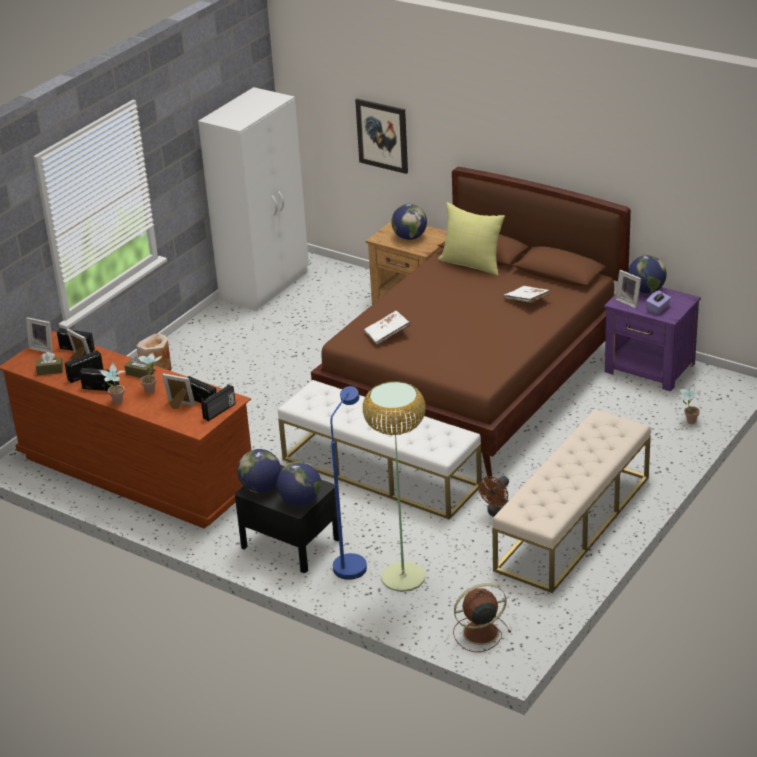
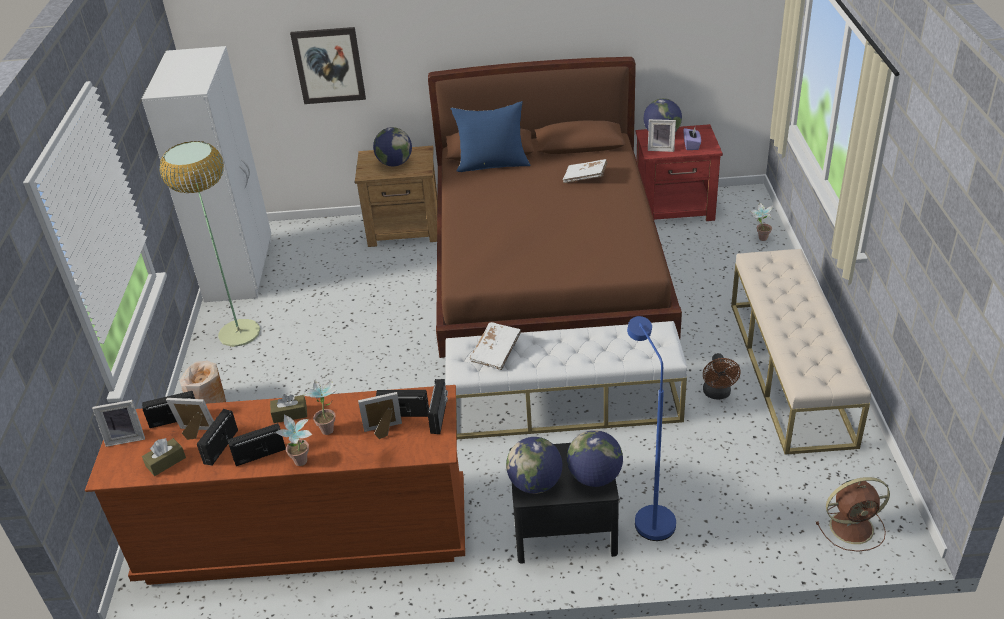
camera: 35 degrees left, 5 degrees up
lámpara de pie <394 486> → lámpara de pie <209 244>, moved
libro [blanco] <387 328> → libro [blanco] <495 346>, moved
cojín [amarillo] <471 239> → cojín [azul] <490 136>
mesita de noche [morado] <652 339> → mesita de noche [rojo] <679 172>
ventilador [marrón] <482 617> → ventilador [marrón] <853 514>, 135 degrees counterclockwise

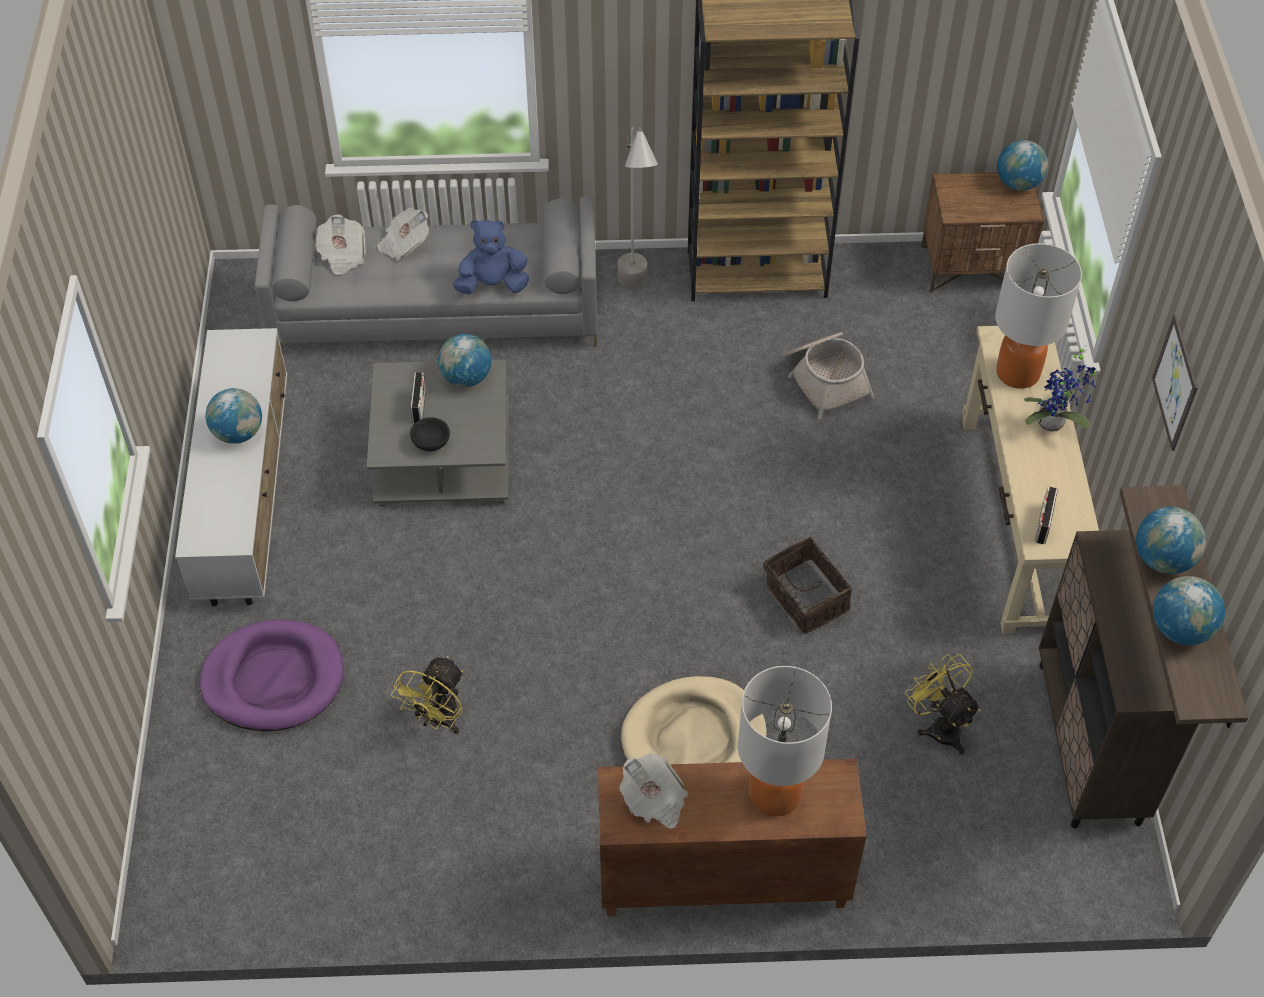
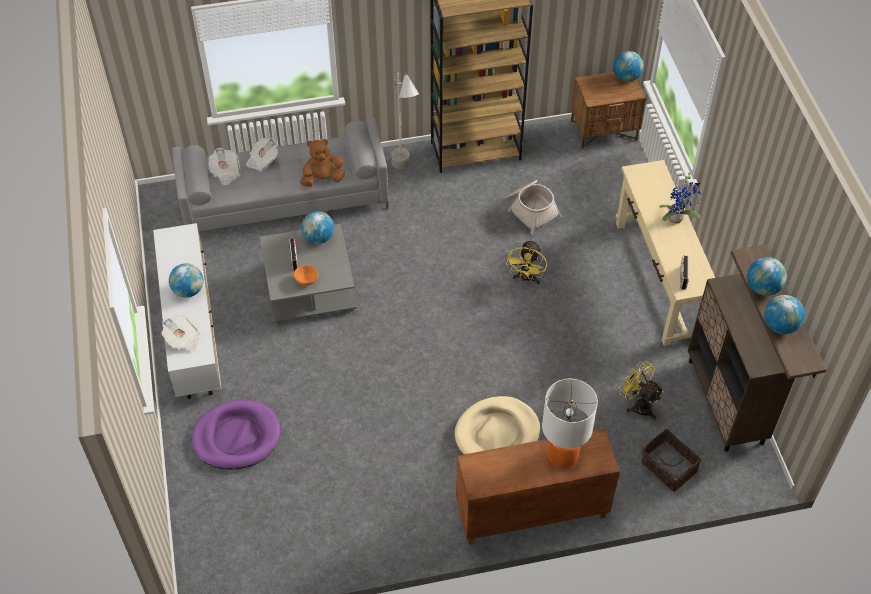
camera: 10 degrees left, 0 degrees up
lámpara de mesa <1038 316> → -
cuadro <1175 382> → -
ventilador [amarillo] <427 695> → ventilador [amarillo] <526 262>, moved
periódico <653 791> → periódico <181 333>, moved
cesta <807 585> → cesta <671 460>, moved
cuenco [negro] <430 434> → cuenco [naranja] <306 275>
peluche [azul] <491 257> → peluche [marrón] <322 163>

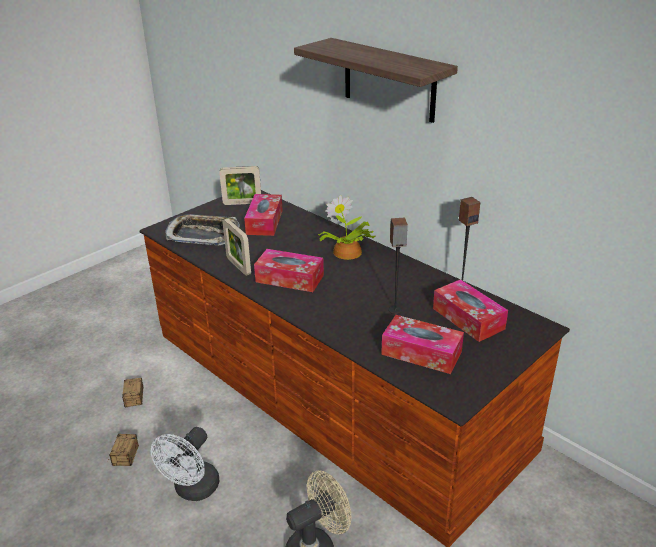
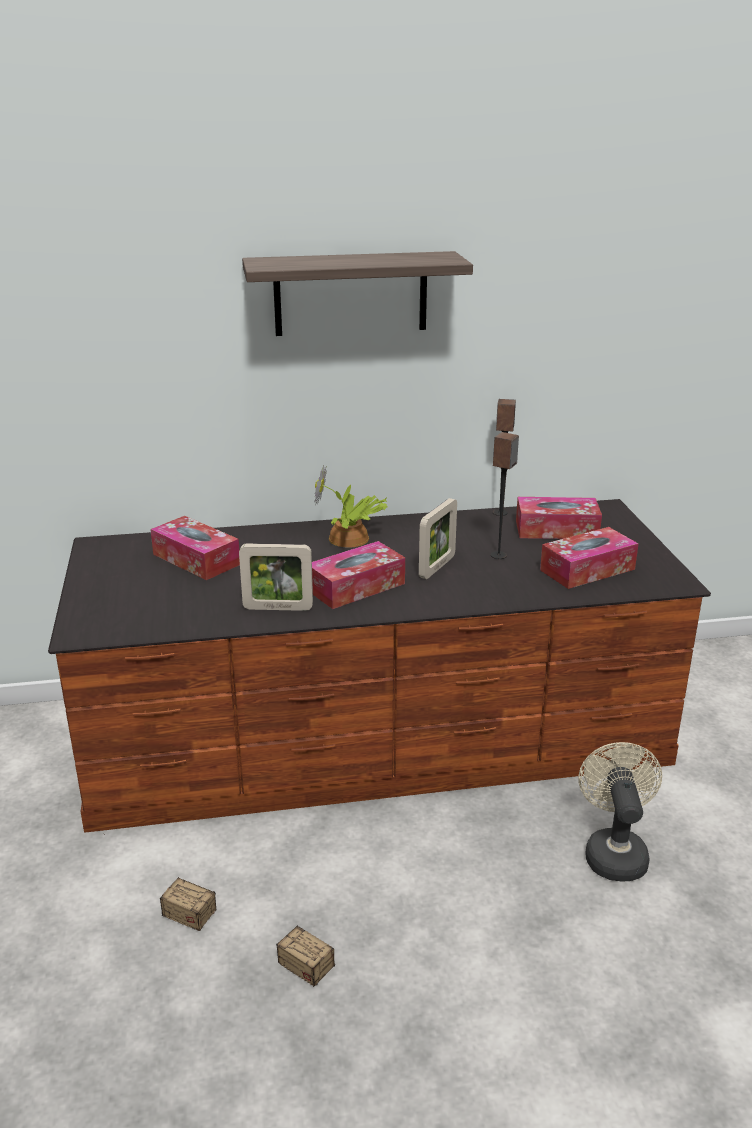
camera: 55 degrees left, 5 degrees down
ventilador [blanco] <185 464> → -
bandeja <202 229> → -
portarretratos <240 185> → portarretratos <438 538>, moved

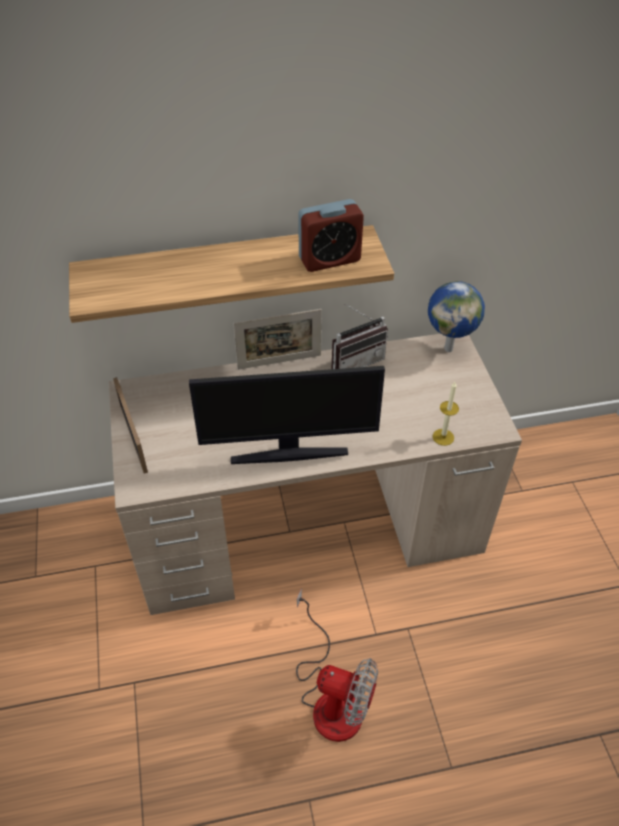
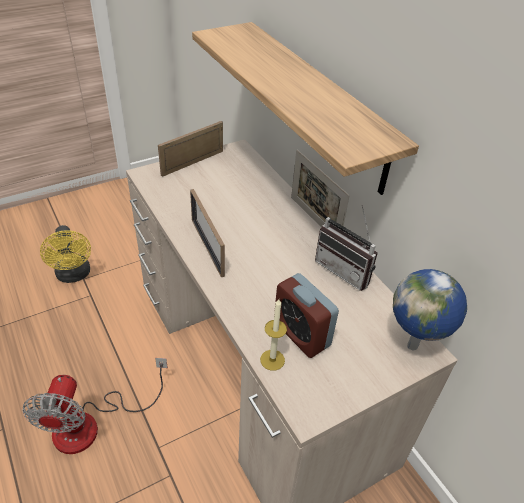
camera: 70 degrees right, 5 degrees down
- → ventilador [amarillo] <65 254>
despertador <331 235> → despertador <306 315>, moved
monitor <287 415> → portarretratos <207 233>

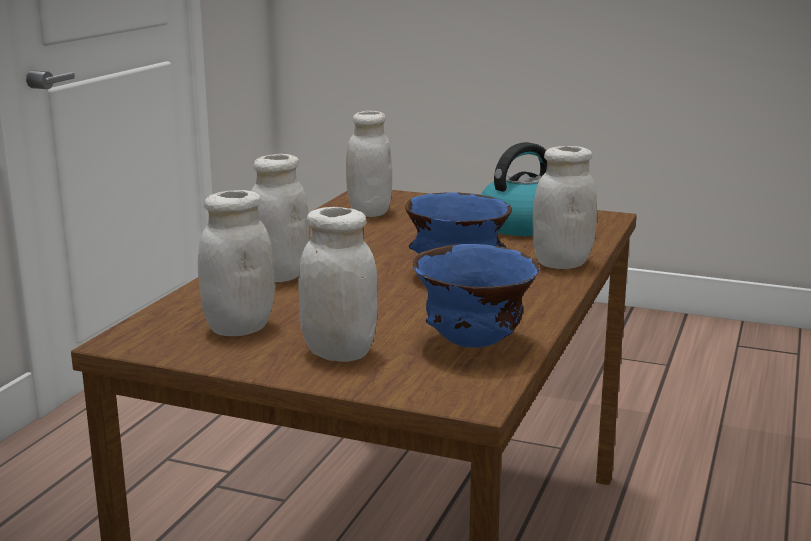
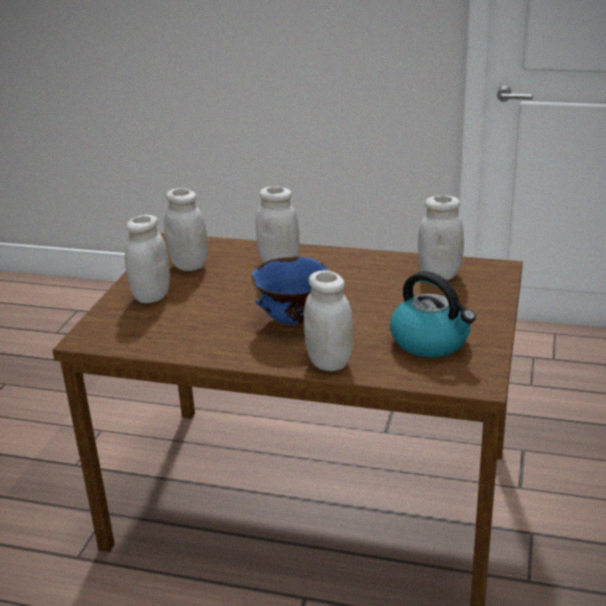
camera: 85 degrees right, 10 degrees up
cuenco [azul] <476 295> → -

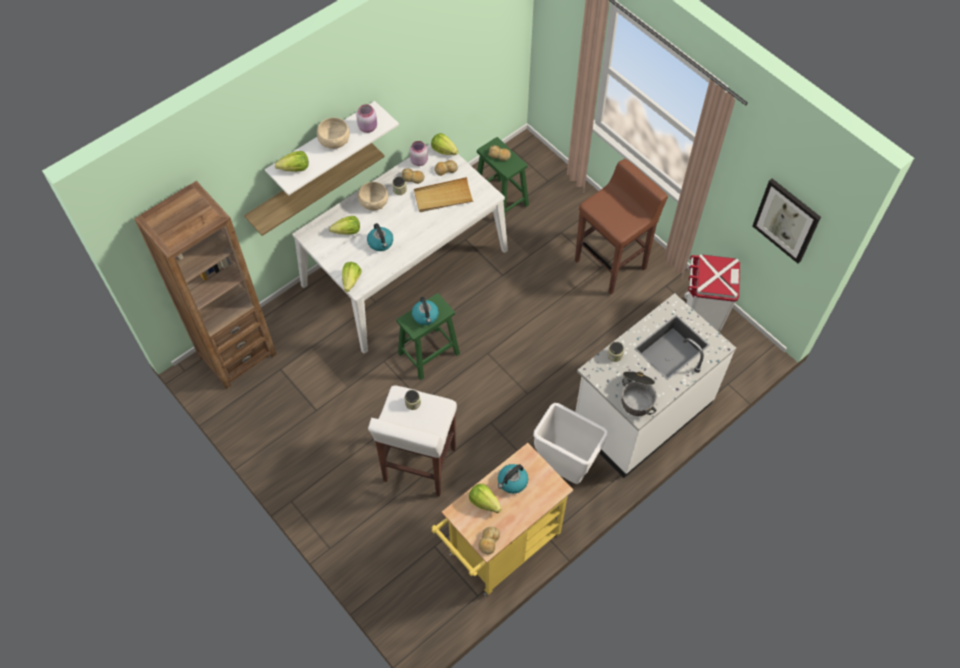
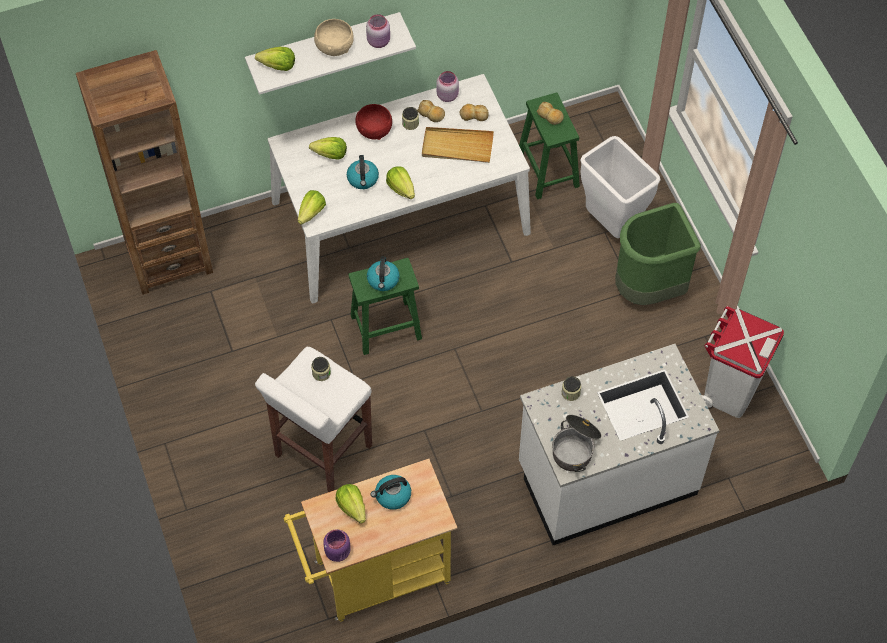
camera: 20 degrees right, 0 degrees up
estante <314 189> → -
cuadro <786 221> → -
lechuga <444 144> → lechuga <400 183>, moved
papelera [blanco] <570 443> → papelera [blanco] <620 187>, moved
pan <489 541> → tarro [morado] <337 545>
taburete [marrón] <621 227> → papelera [verde] <658 254>
cuenco [beis] <373 196> → cuenco [rojo] <374 122>

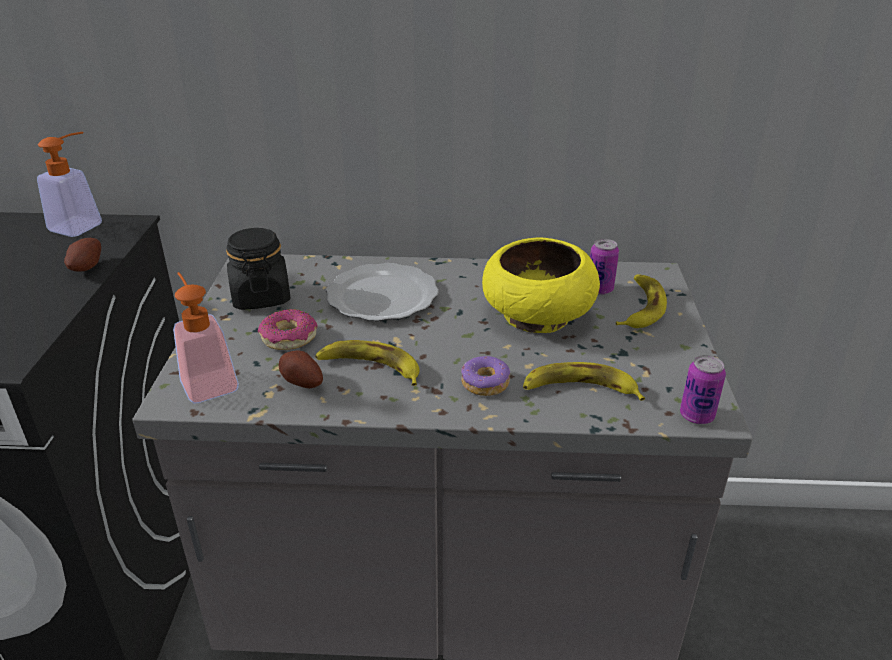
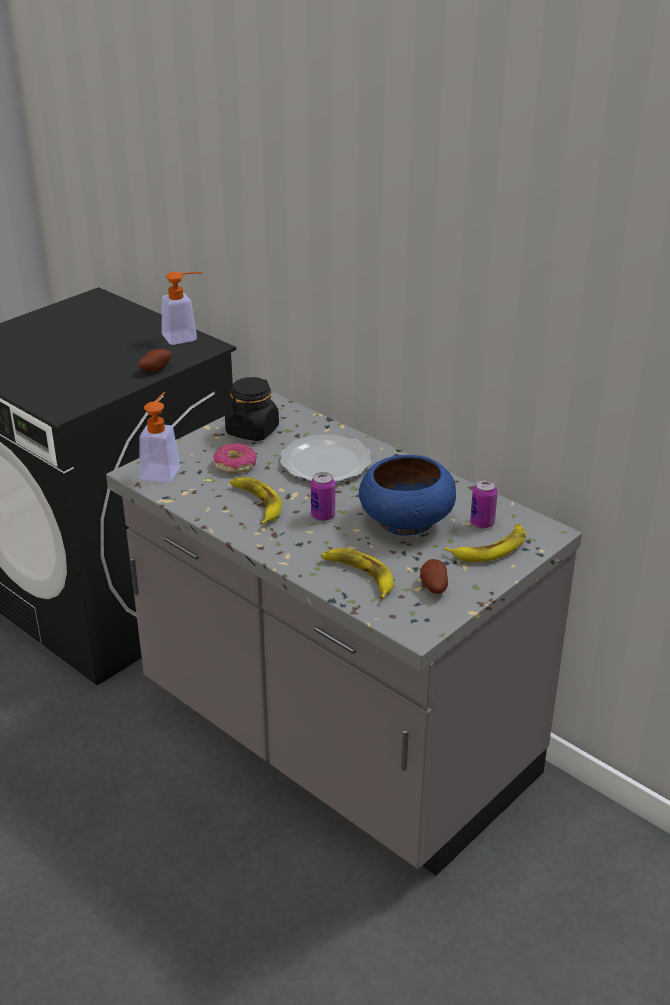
camera: 40 degrees right, 0 degrees up
rosquilla <485 376> → -
patata <301 369> → patata <434 576>, moved
lata <703 389> → lata <323 496>, moved
cuenco [amarillo] <541 285> → cuenco [azul] <407 495>

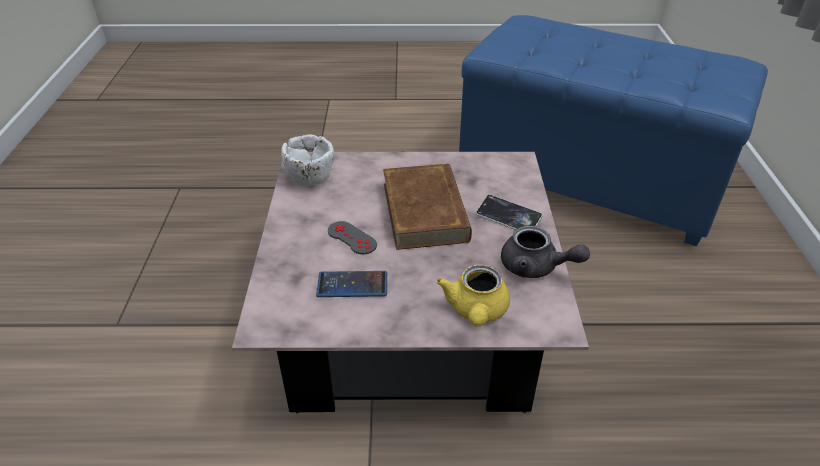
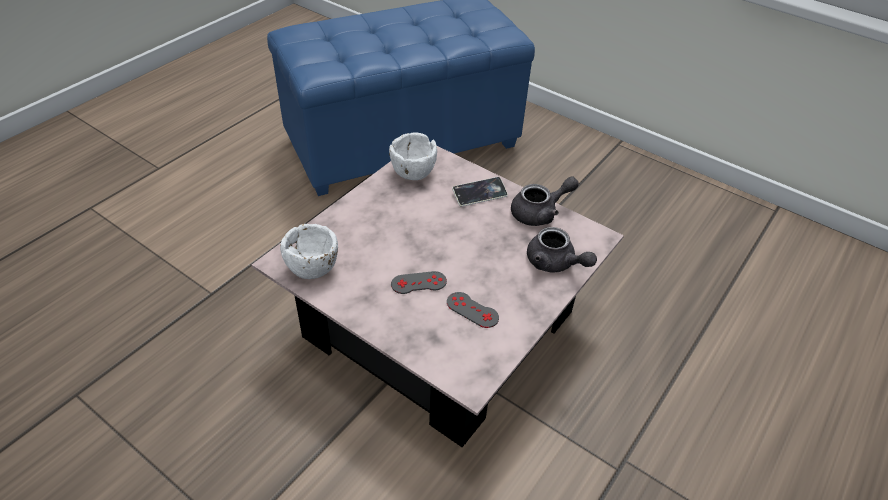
camera: 55 degrees left, 5 degrees up
libro [marrón] <427 206> → -
- → cuenco [blanco] <413 156>
móvil <351 284> → mando de consola [gris] <473 310>
tetera [amarillo] <473 296> → tetera [gris] <562 250>

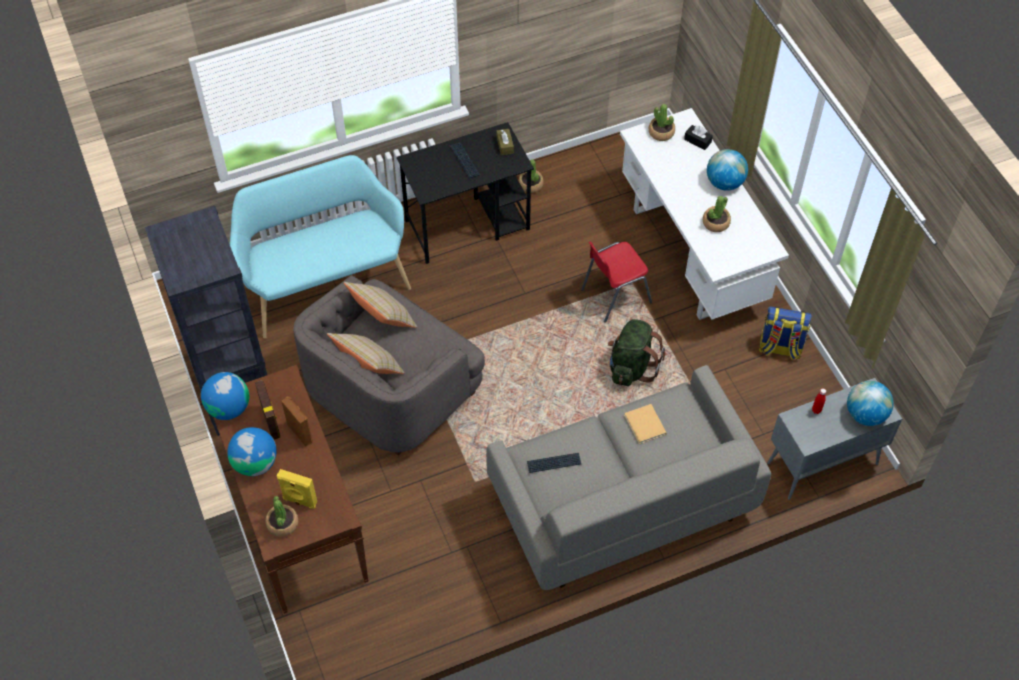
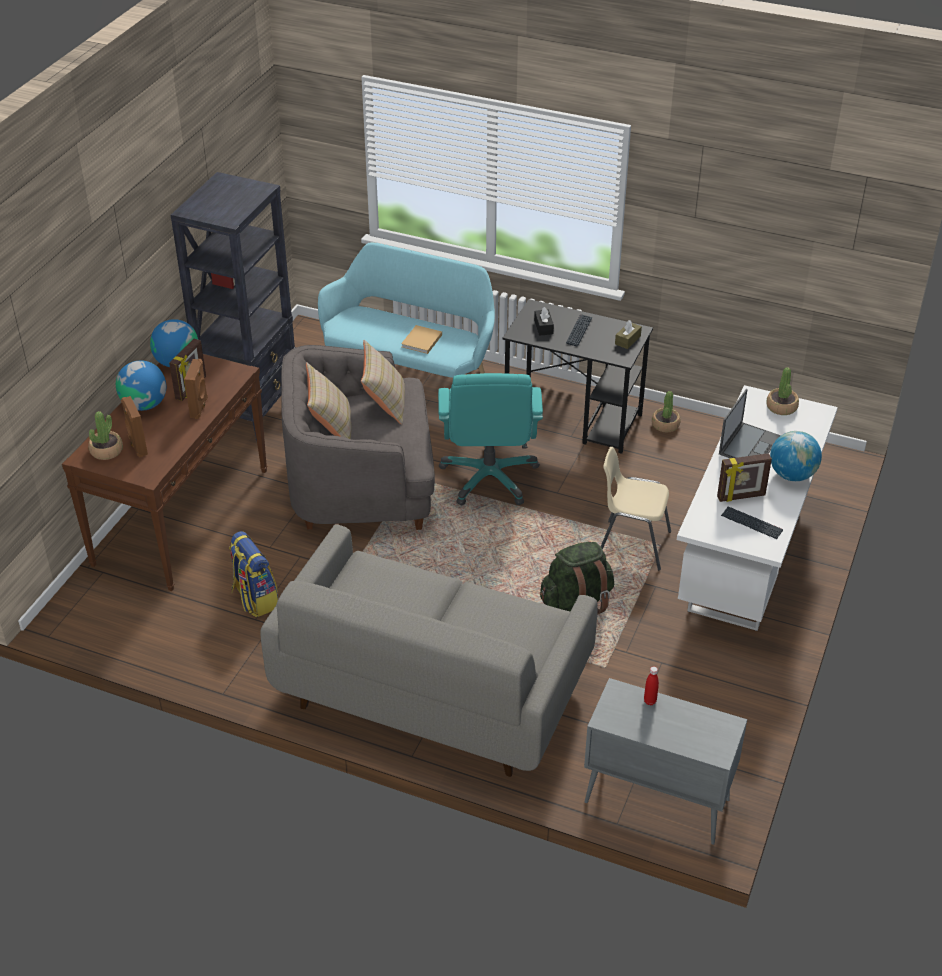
camera: 45 degrees right, 15 degrees down
globo terráqueo <870 403> → -
- → silla de oficina [turquesa] <490 439>
- → portátil <749 423>
teclado <554 463> → teclado <752 522>, moved
libro [beis] <645 424> → libro [beis] <421 339>, moved
caja de pañuelos [negro] <698 137> → caja de pañuelos [negro] <544 321>, moved
mochila <785 333> → mochila <253 574>, moved
planta en maceta <717 214> → portarretratos <744 477>
altavoz [amarillo] <297 489> → altavoz [marrón] <134 426>
silla [rojo] <616 282> → silla [beis] <636 508>

